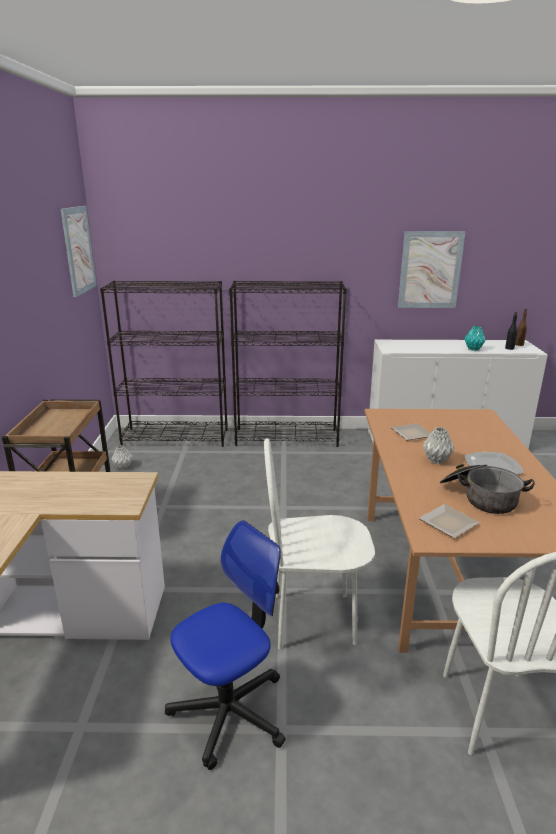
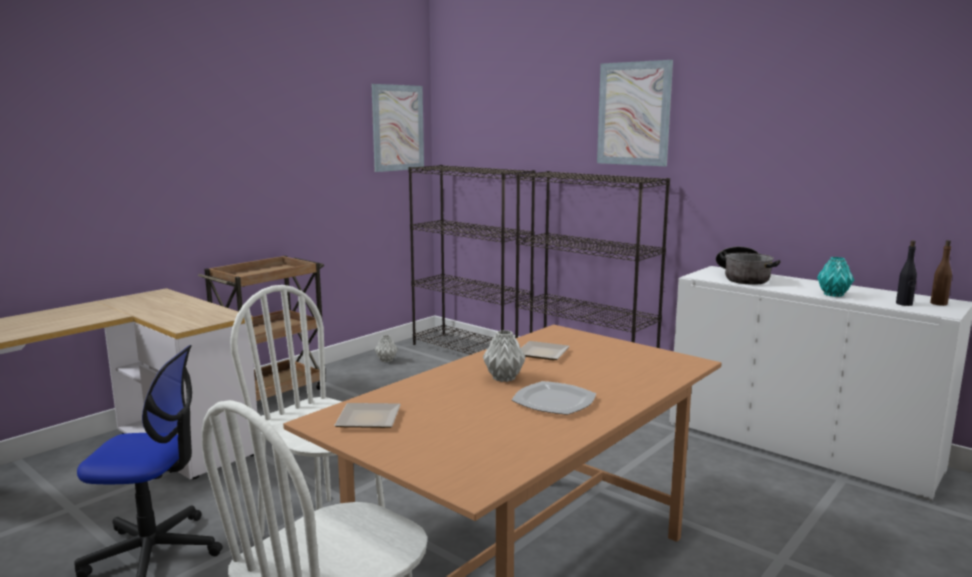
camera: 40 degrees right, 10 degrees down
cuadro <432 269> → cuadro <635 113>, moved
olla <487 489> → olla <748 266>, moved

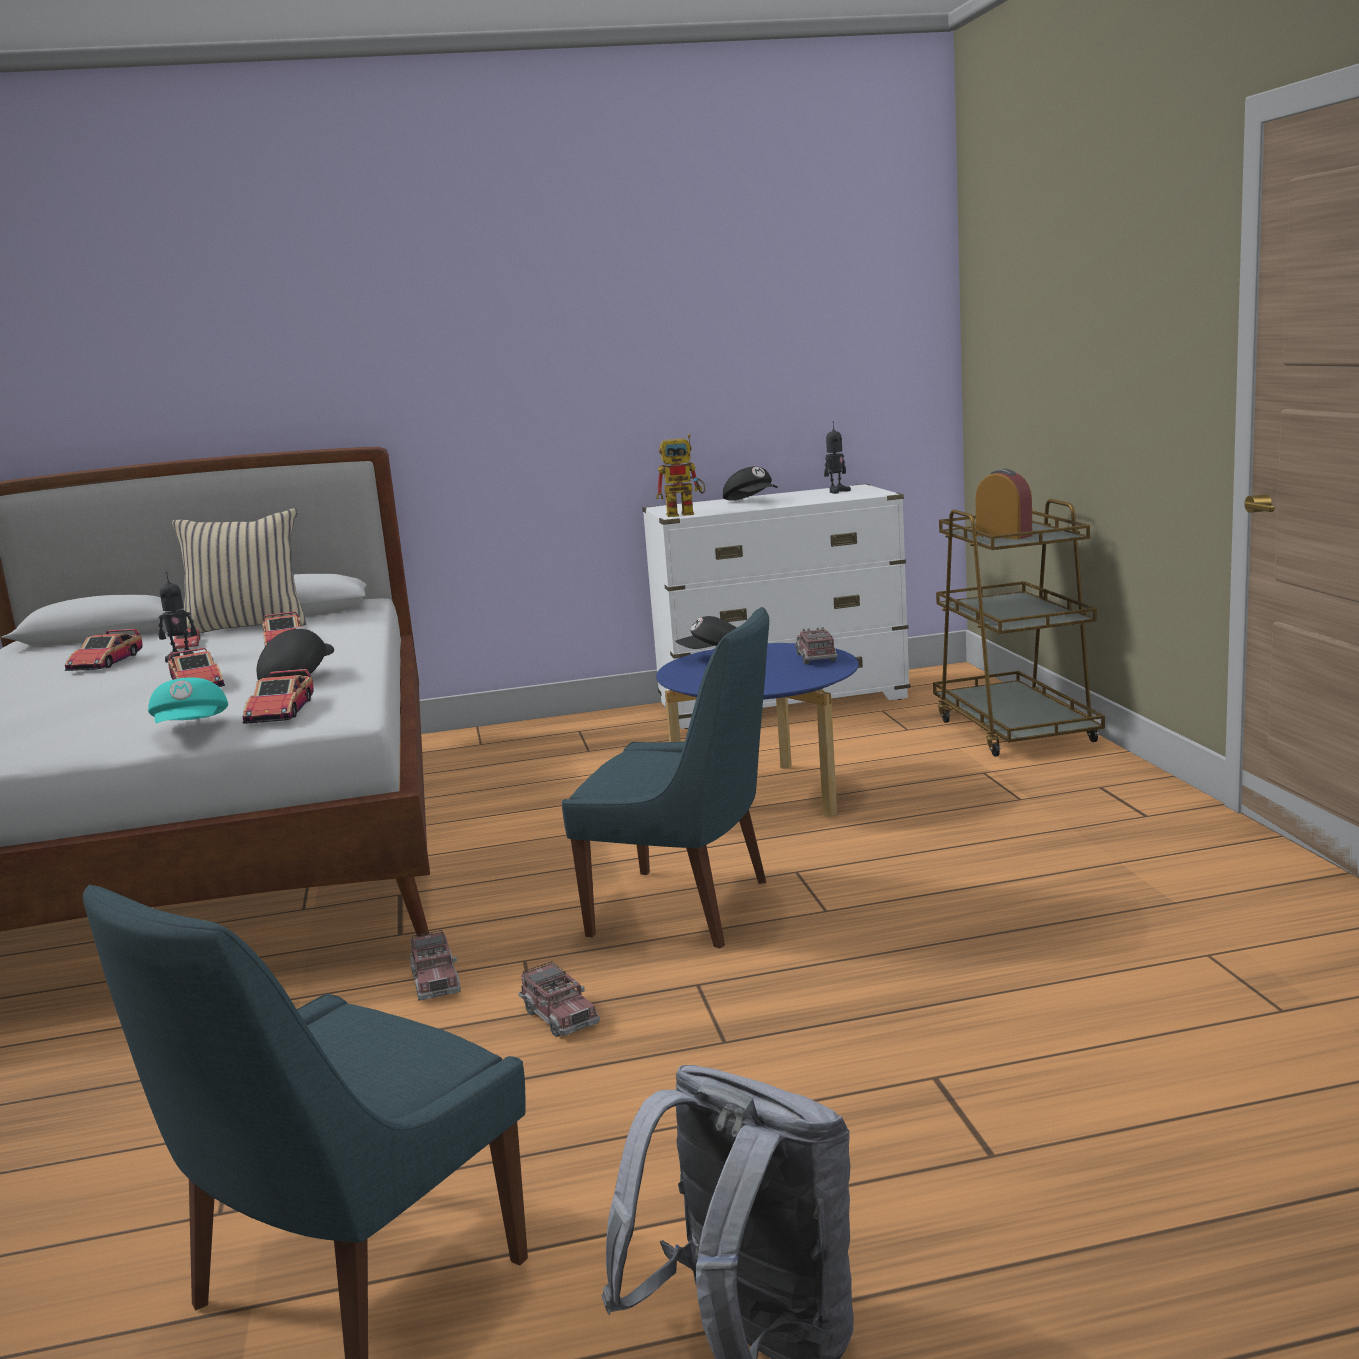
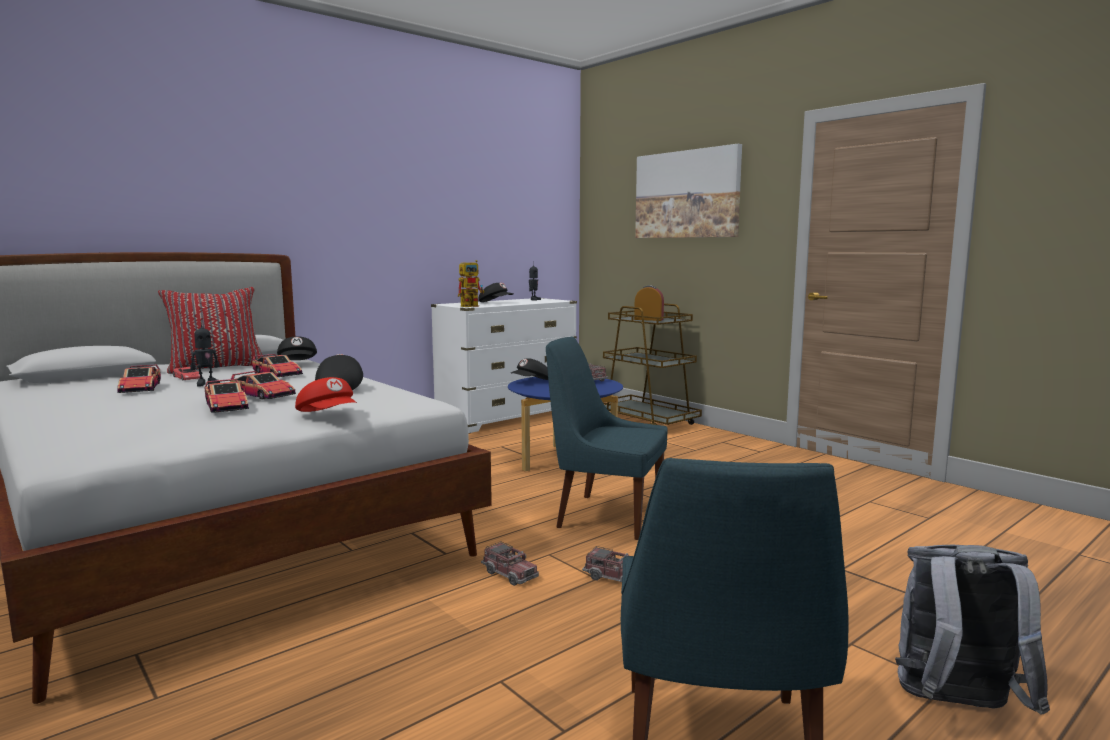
camera: 30 degrees left, 5 degrees down
- → gorra [negro] <297 348>
- → cuadro <688 191>
coche de juguete <278 696> → coche de juguete <226 396>, moved
gorra [turquesa] <188 700> → gorra [rojo] <326 394>
cojín [beis] <239 570> → cojín [rojo] <210 330>
silla [azul] <665 778> → silla [azul] <607 438>, 150 degrees counterclockwise

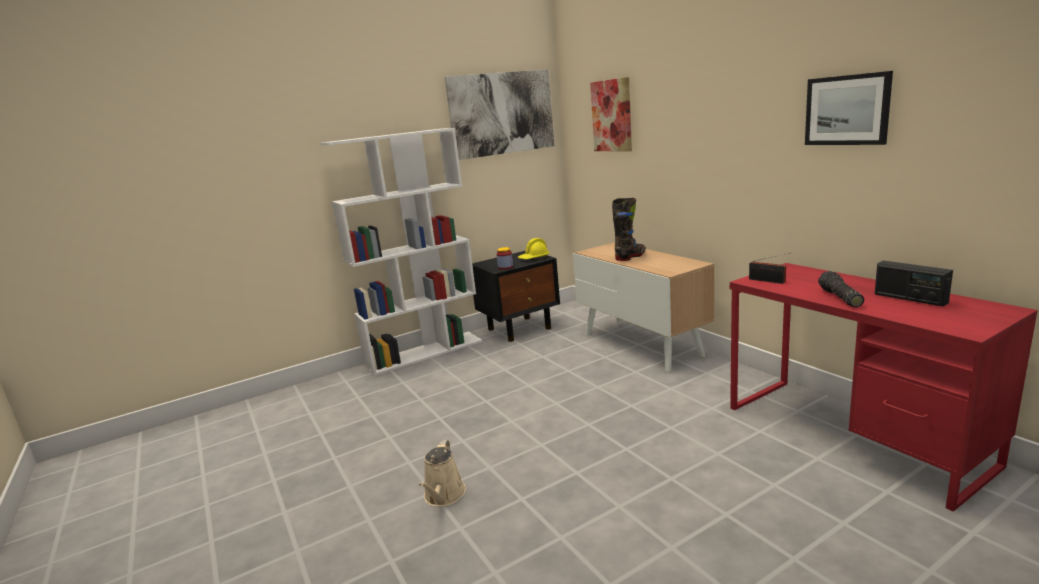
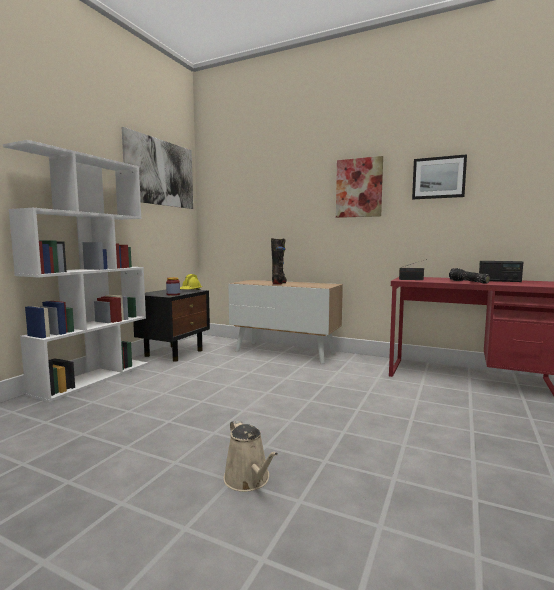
camera: 35 degrees left, 10 degrees down
cuadro <611 114> → cuadro <359 187>, moved

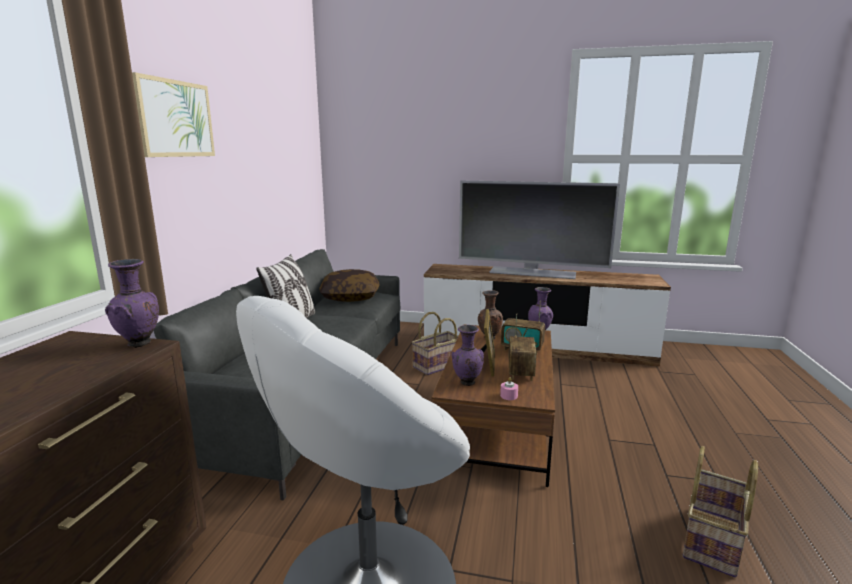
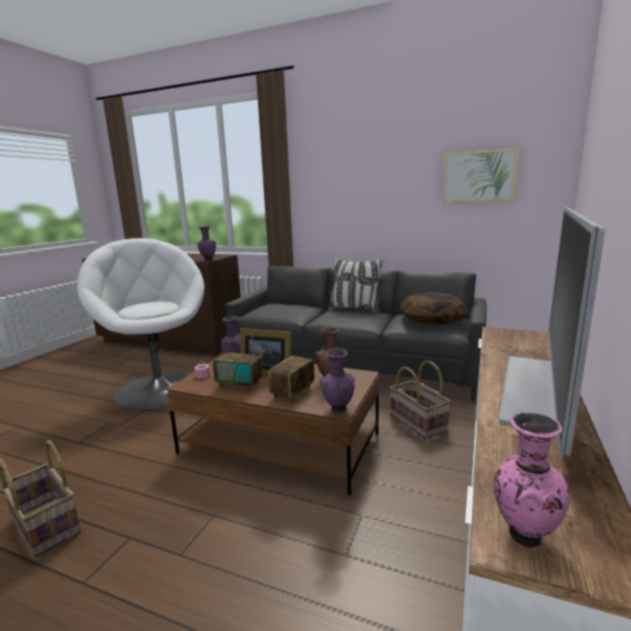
camera: 100 degrees right, 0 degrees up
- → florero [rosa] <531 480>
cuadro <173 114> → cuadro <480 175>, moved

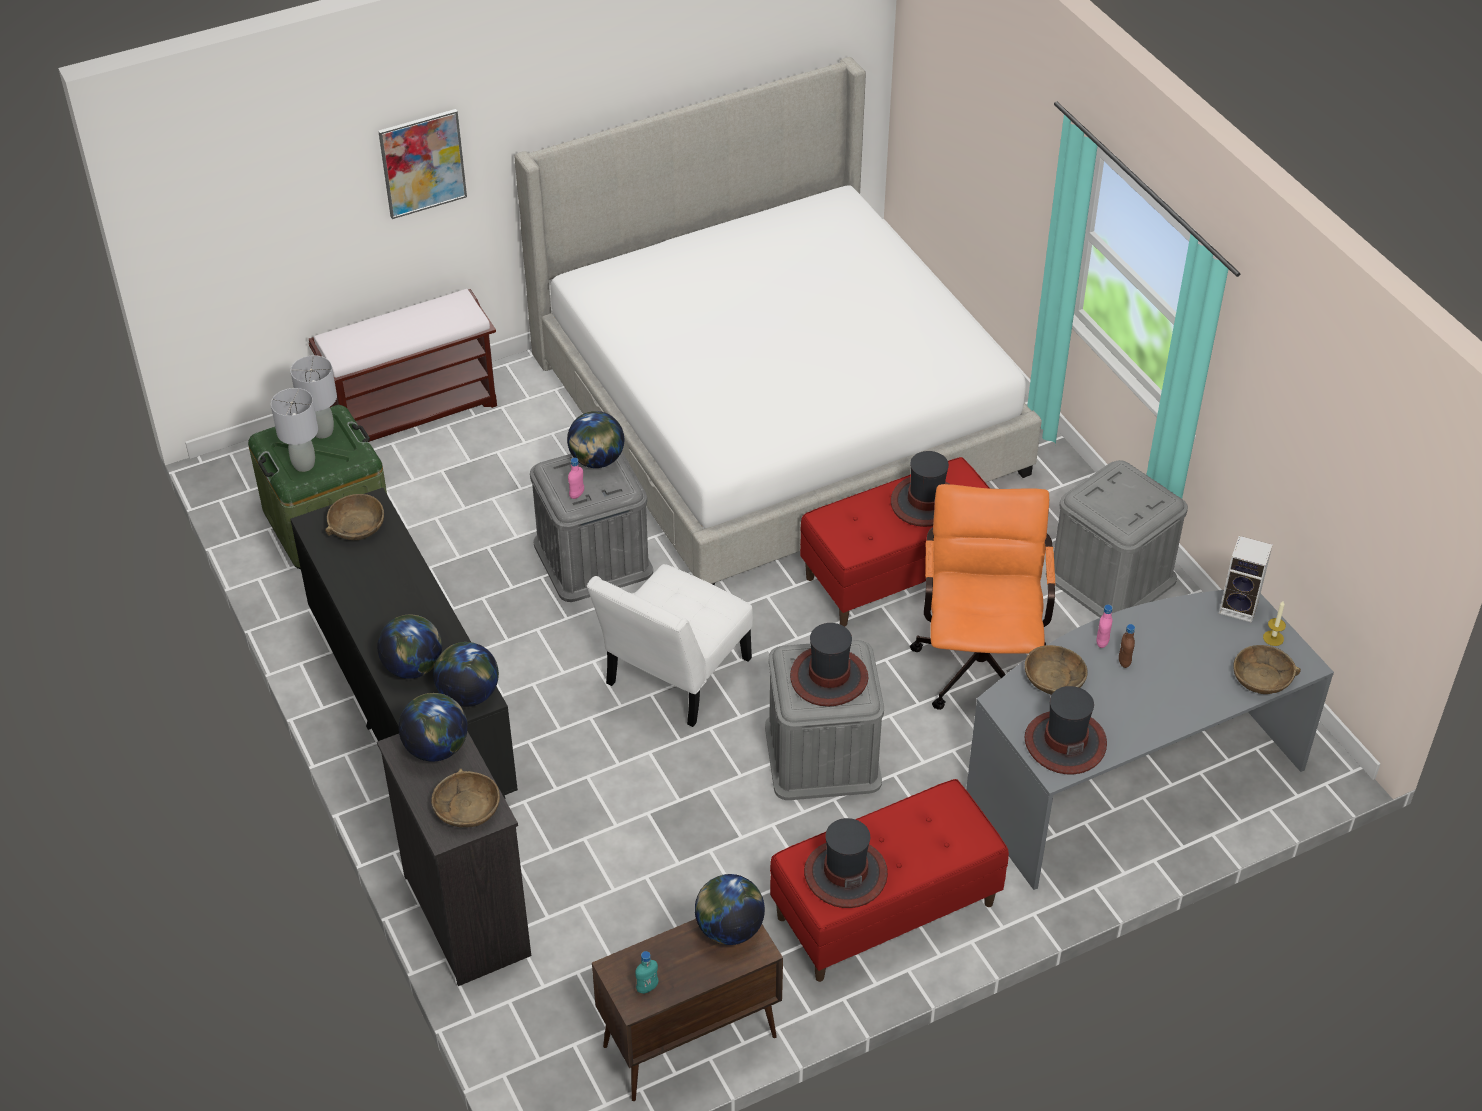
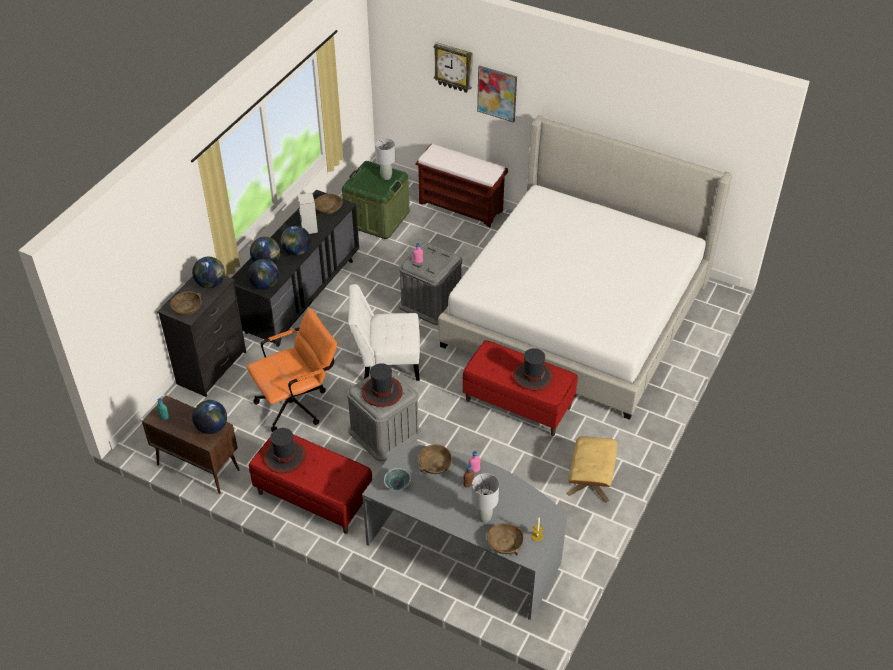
camera: 55 degrees right, 0 degrees up
- → reloj de pared <453 67>
lámpara de mesa [gris] <294 430> → lámpara de mesa [gris] <485 498>, moved
globo terráqueo <595 439> → globo terráqueo <296 241>, moved
silla de oficina [naranja] <983 597> → silla de oficina [naranja] <291 370>, moved
altavoz <1246 579> → altavoz <308 213>, moved
sombrero <1065 730> → cuenco <397 479>
caja de almacenaje [gris] <1117 539> → puf [beis] <592 469>

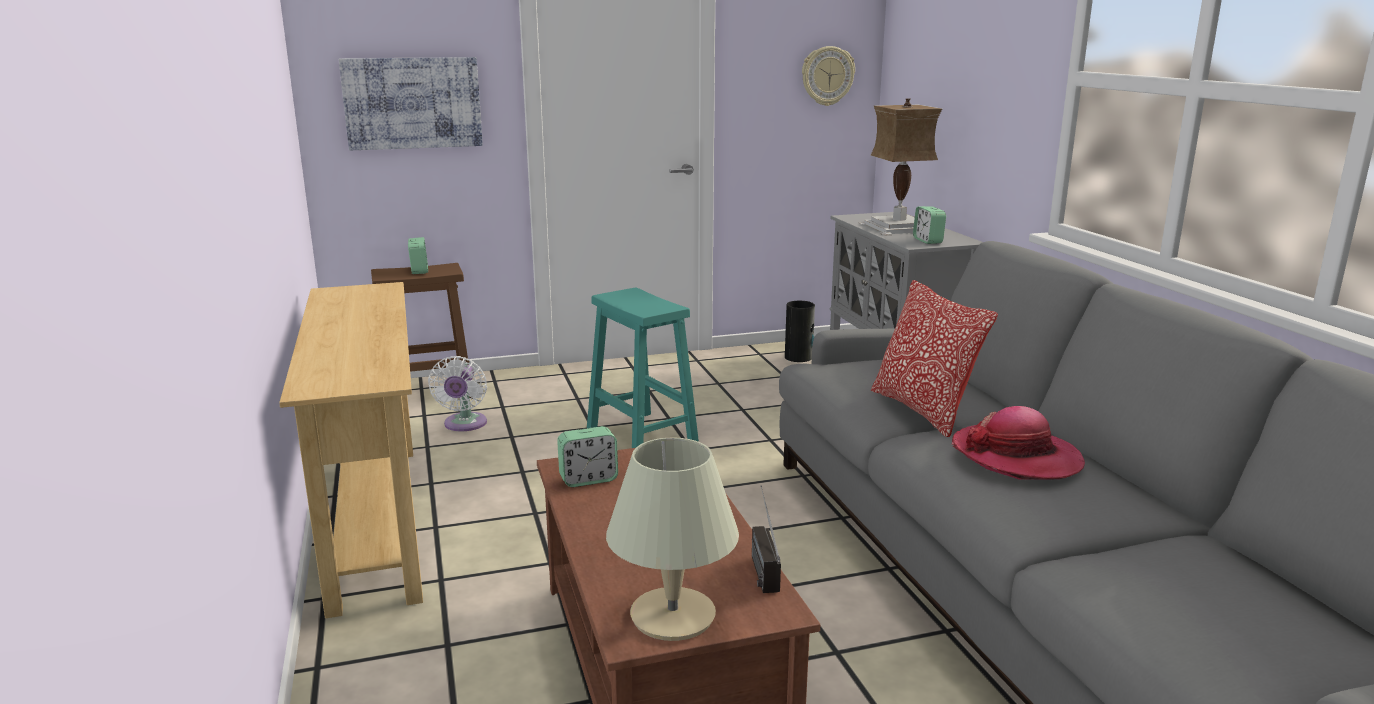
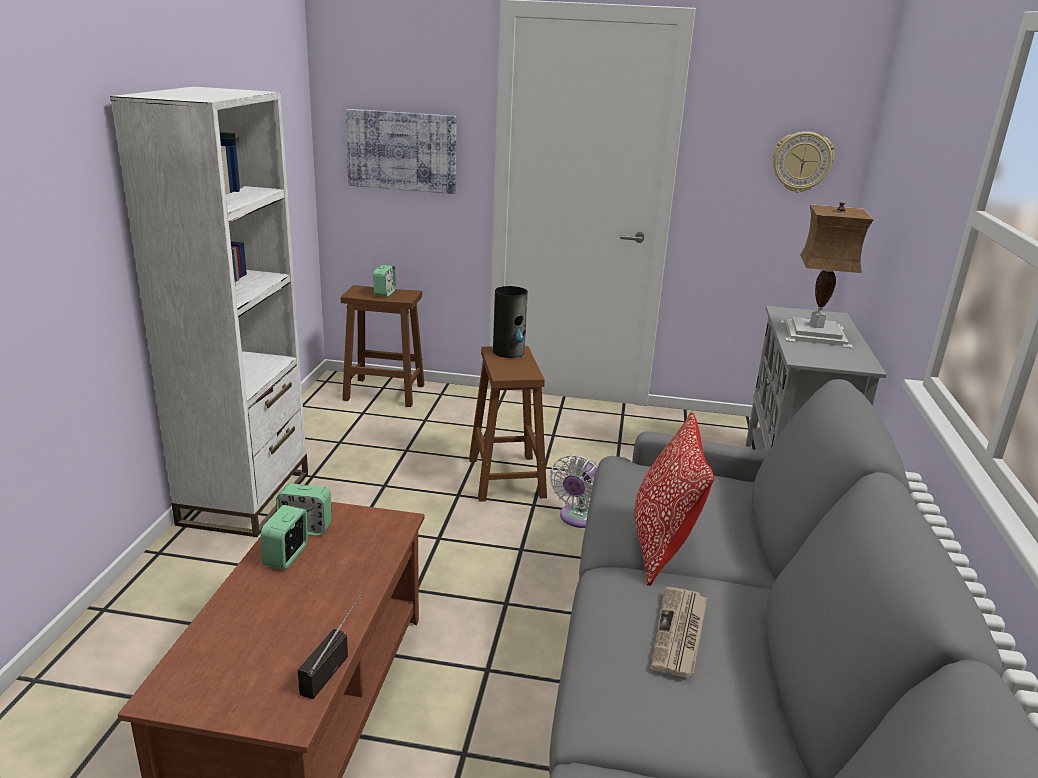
camera: 25 degrees right, 5 degrees up
lámpara de mesa [beis] <672 539> → -
ventilador [blanco] <457 393> → ventilador [blanco] <574 491>, moved
florero <800 331> → florero <510 322>, moved
despertador <929 225> → despertador <284 537>, moved
mesa consola [beis] <351 450> → estantería [blanco] <209 312>
sombrero <1018 442> → periódico <679 631>
taburete [turquesa] <643 368> → taburete [marrón] <508 424>

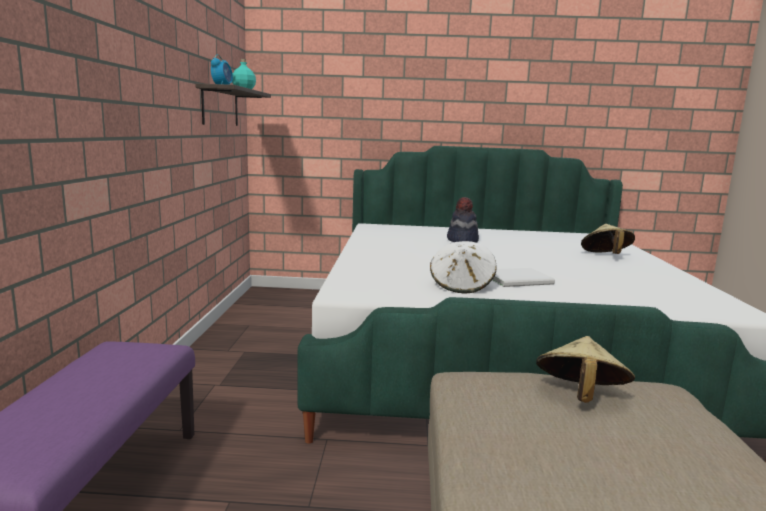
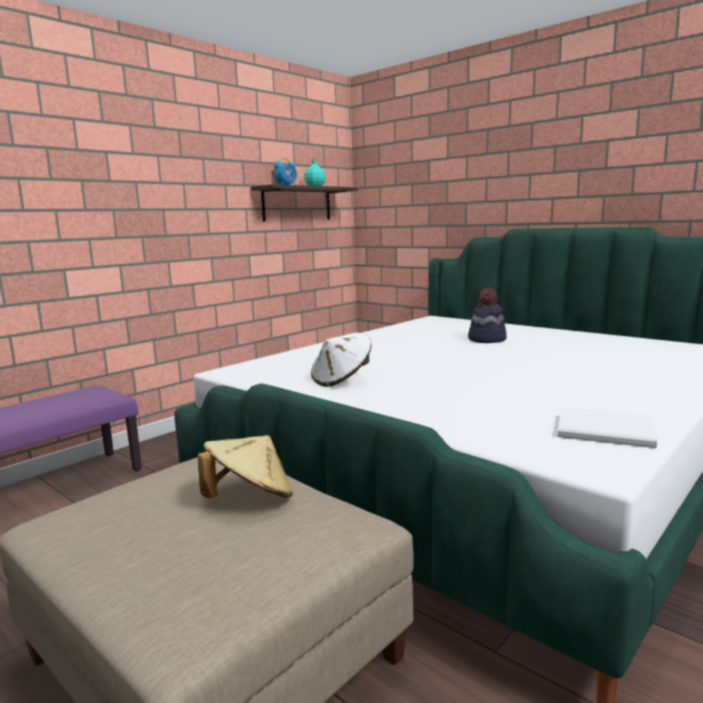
camera: 40 degrees right, 0 degrees up
sombrero [beis] <608 239> → -
libro [blanco] <523 277> → libro [blanco] <607 427>, moved

